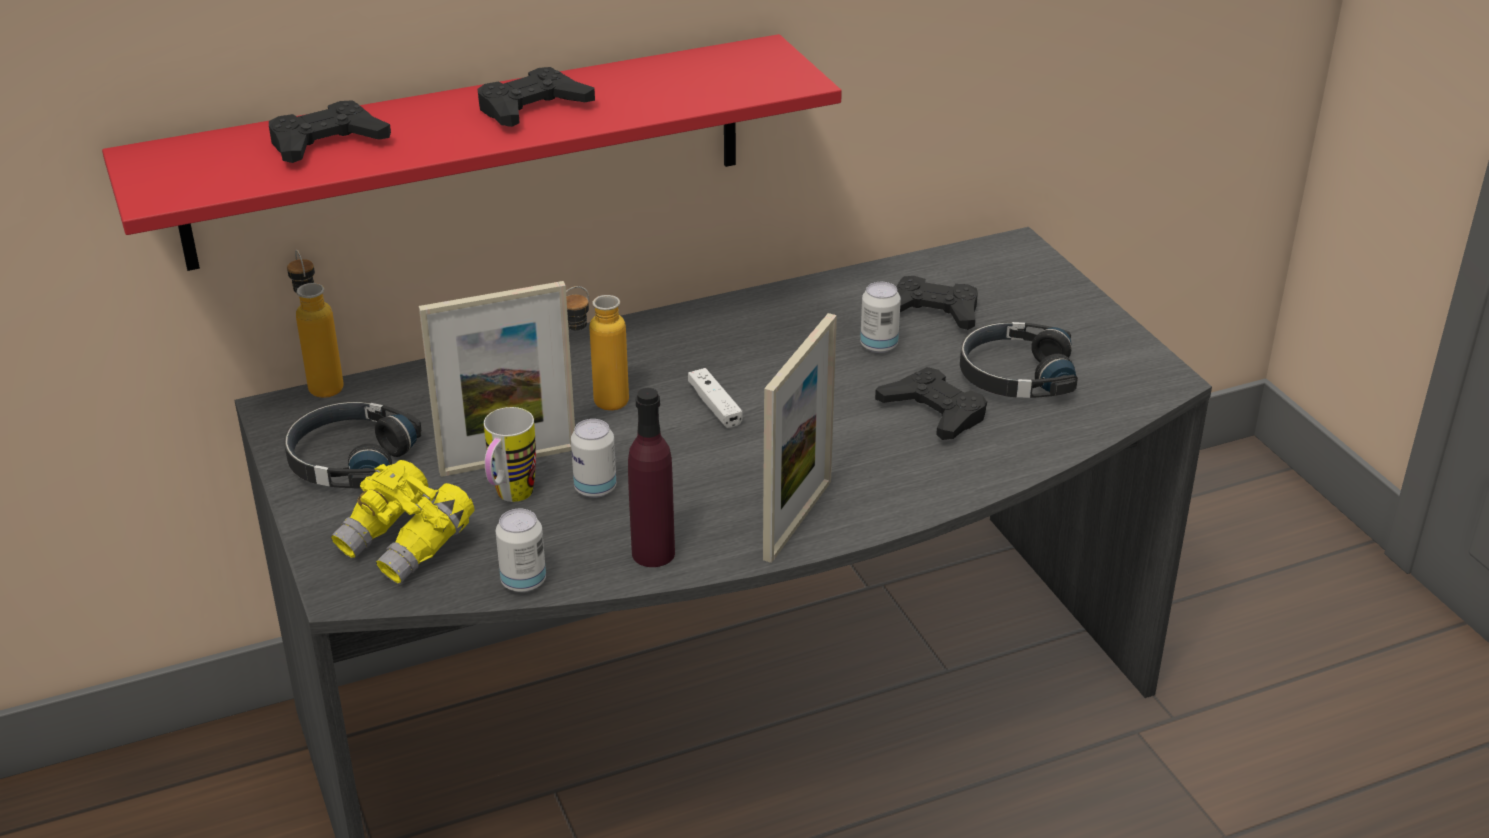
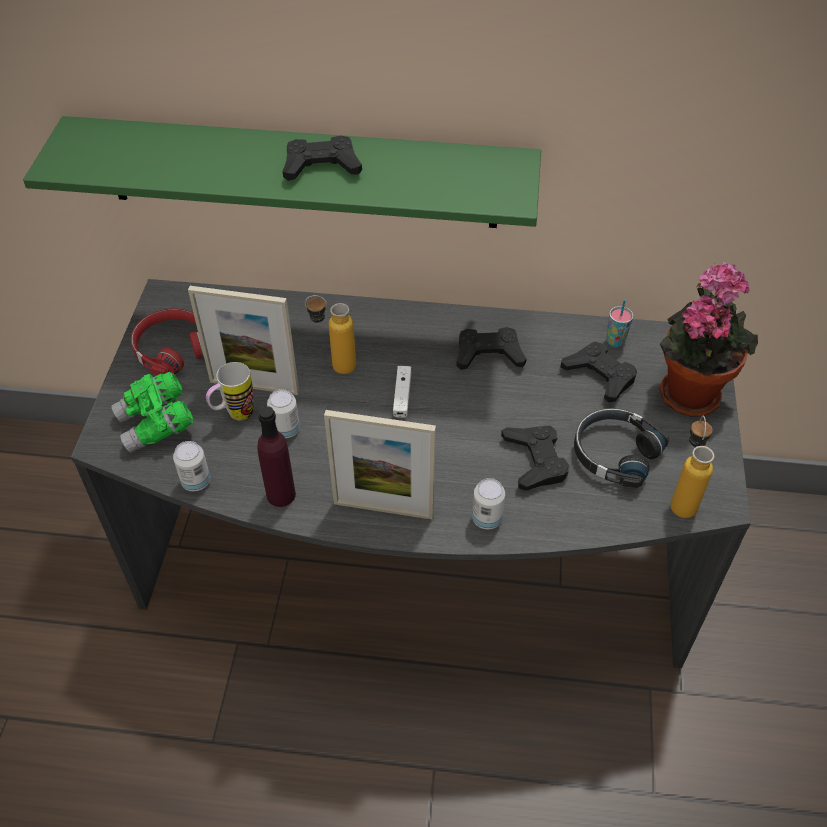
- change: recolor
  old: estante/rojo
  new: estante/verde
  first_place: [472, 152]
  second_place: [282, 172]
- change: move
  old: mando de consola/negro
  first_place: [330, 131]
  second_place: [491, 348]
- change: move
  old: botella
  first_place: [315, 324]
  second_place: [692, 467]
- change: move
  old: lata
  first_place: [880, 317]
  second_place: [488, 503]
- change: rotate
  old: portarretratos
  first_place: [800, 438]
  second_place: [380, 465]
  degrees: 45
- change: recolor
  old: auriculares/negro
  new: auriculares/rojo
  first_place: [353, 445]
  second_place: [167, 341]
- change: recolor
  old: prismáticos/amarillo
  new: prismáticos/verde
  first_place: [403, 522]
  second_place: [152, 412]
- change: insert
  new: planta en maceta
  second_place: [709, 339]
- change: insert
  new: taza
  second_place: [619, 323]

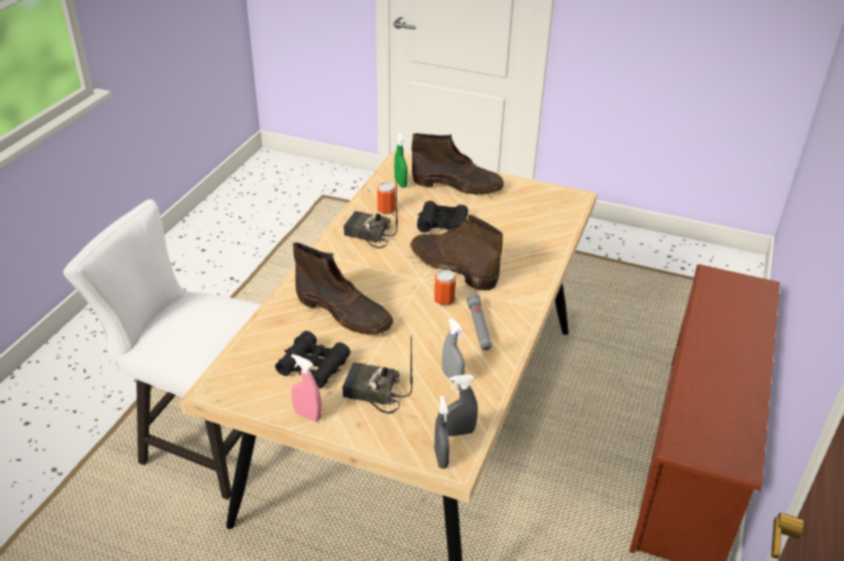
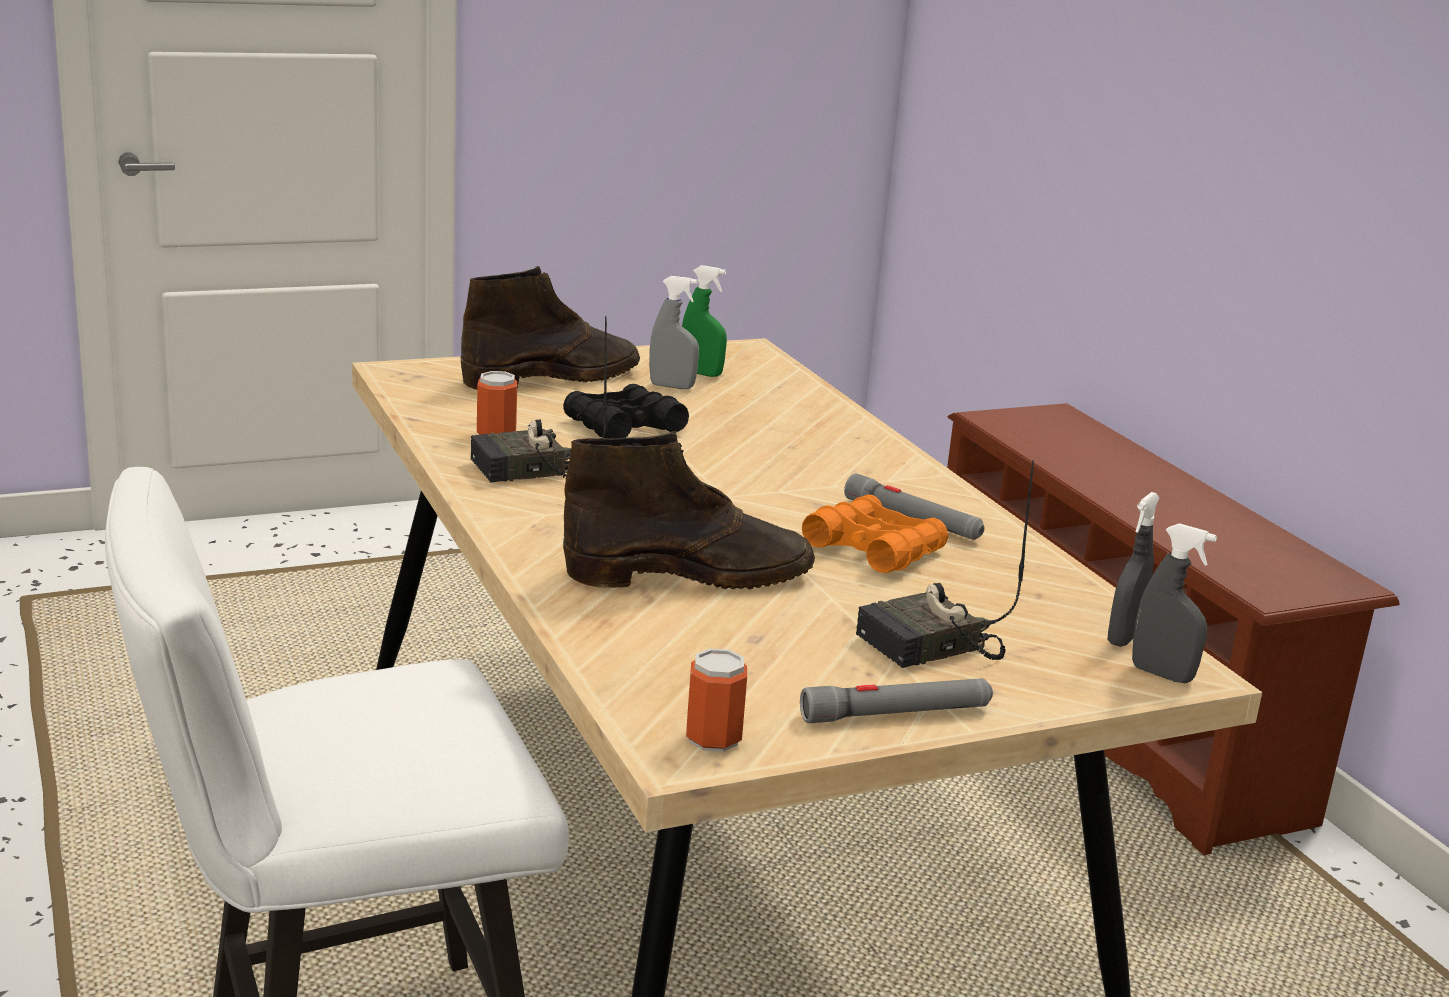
- change: move
  old: pulverizador/verde
  first_place: [401, 160]
  second_place: [704, 321]
- change: delete
  old: bota/marrón
  first_place: [456, 253]
- change: move
  old: lata
  first_place: [445, 288]
  second_place: [716, 700]
- change: move
  old: pulverizador/gris
  first_place: [453, 352]
  second_place: [674, 332]
- change: delete
  old: prismáticos/negro
  first_place: [312, 360]
- change: replace
  old: pulverizador/rosa
  new: linterna/gris
  first_place: [306, 388]
  second_place: [896, 700]
- change: insert
  new: prismáticos/naranja
  second_place: [875, 534]

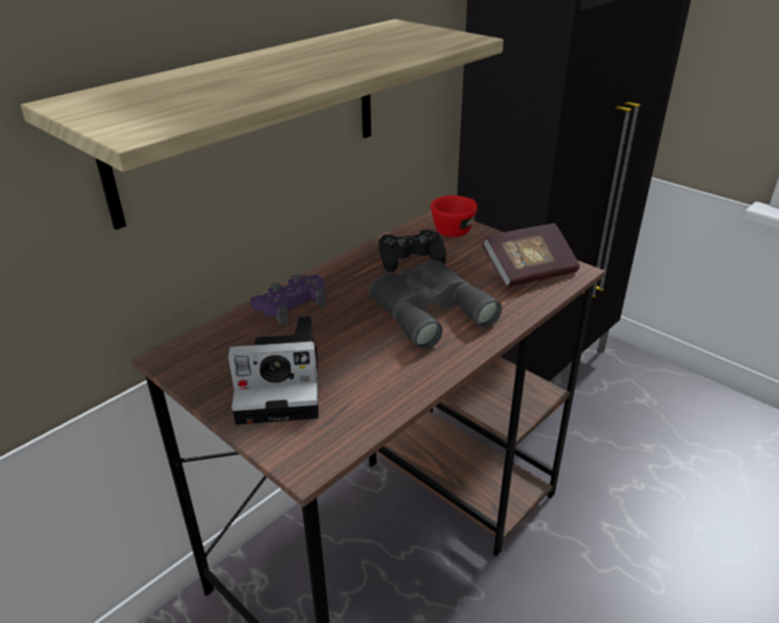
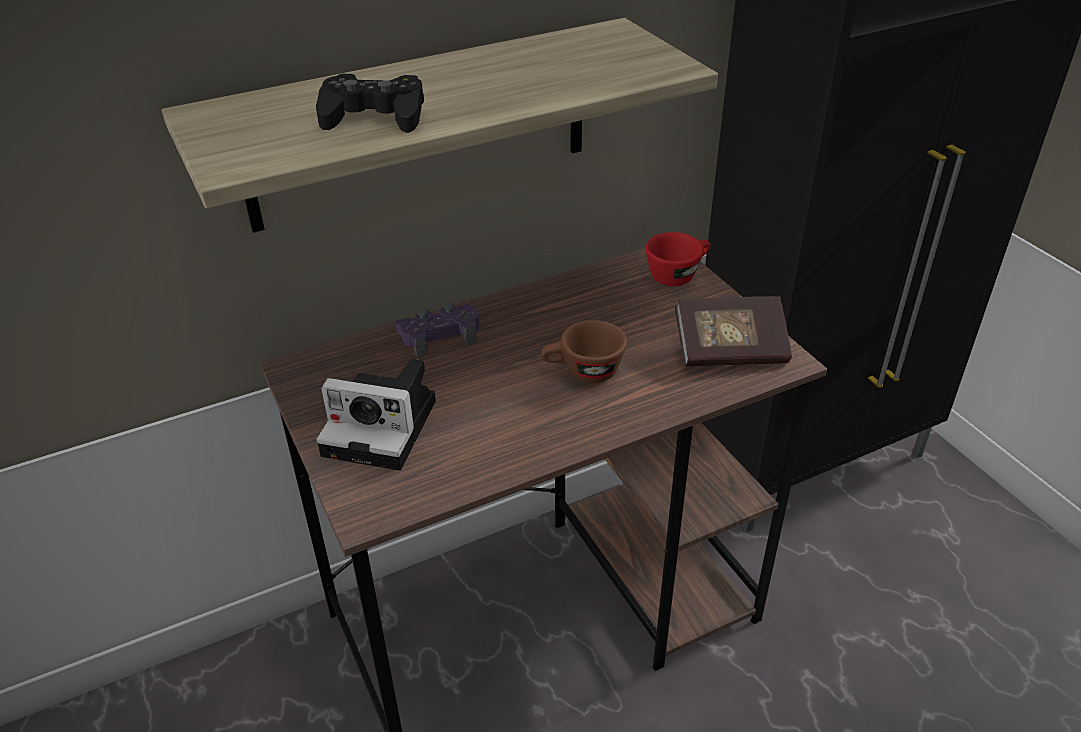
- change: move
  old: mando de consola/negro
  first_place: [412, 250]
  second_place: [370, 103]
- change: replace
  old: prismáticos/gris
  new: taza/marrón
  first_place: [435, 304]
  second_place: [584, 351]

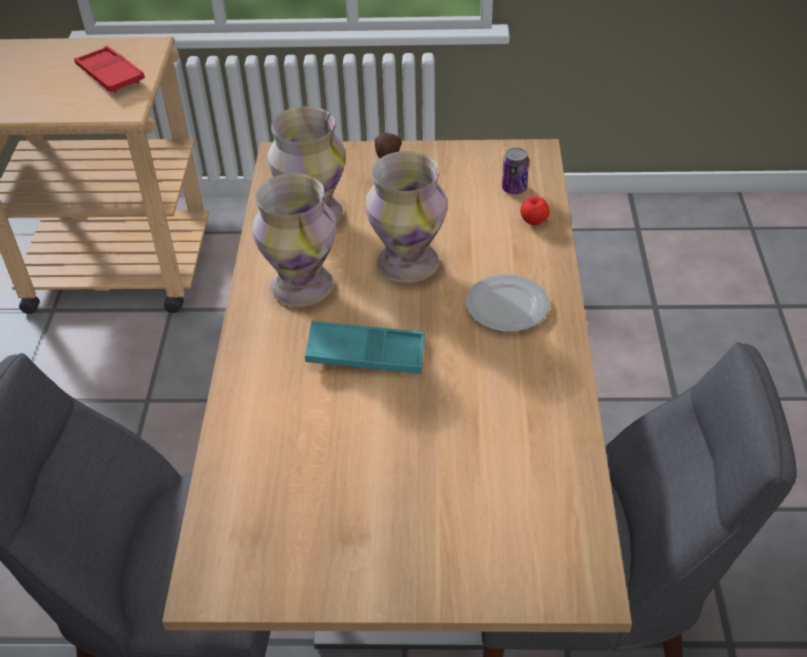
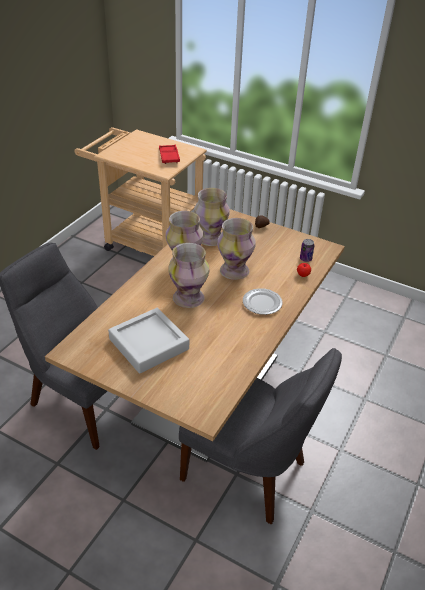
- change: replace
  old: bandeja/turquesa
  new: florero
  first_place: [365, 347]
  second_place: [188, 275]
- change: insert
  new: bandeja/gris
  second_place: [148, 341]

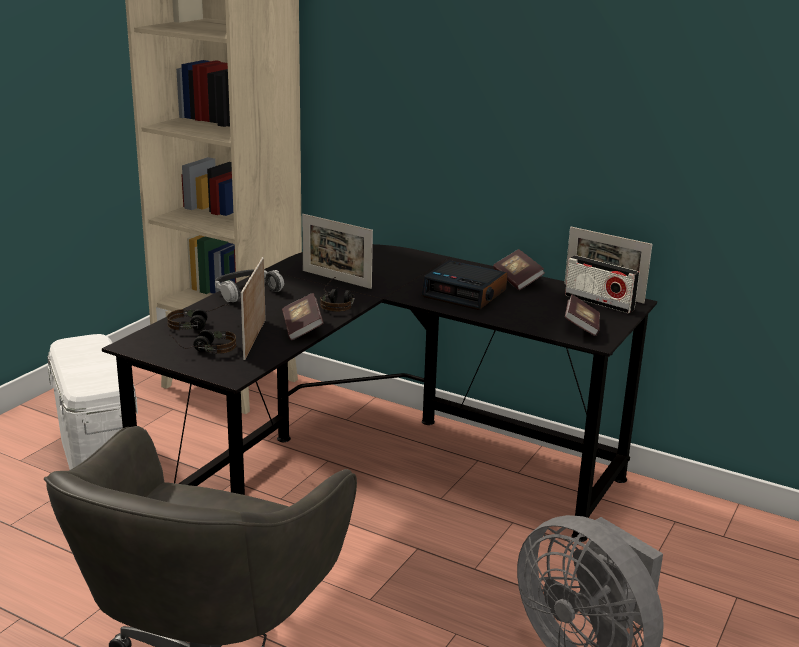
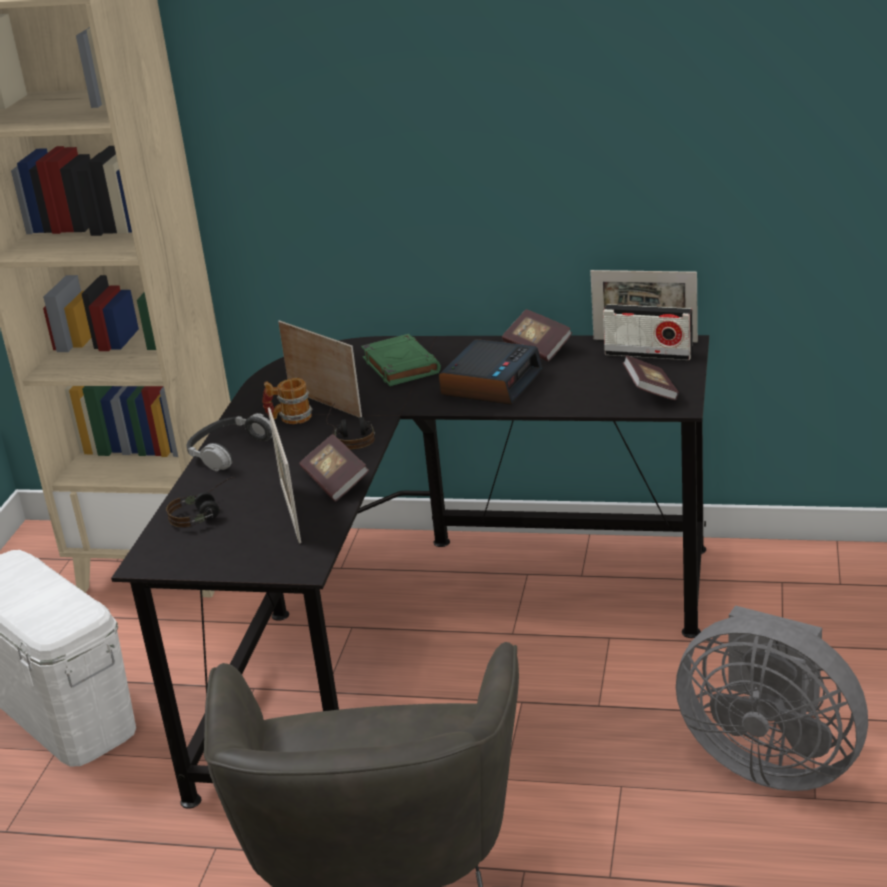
- change: rotate
  old: portarretratos
  first_place: [337, 251]
  second_place: [320, 368]
  degrees: -150
- change: rotate
  old: despertador
  first_place: [465, 285]
  second_place: [491, 372]
  degrees: -75
- change: delete
  old: auriculares
  first_place: [203, 342]
- change: insert
  new: libro/verde
  second_place: [401, 360]
- change: insert
  new: taza grande
  second_place: [287, 401]

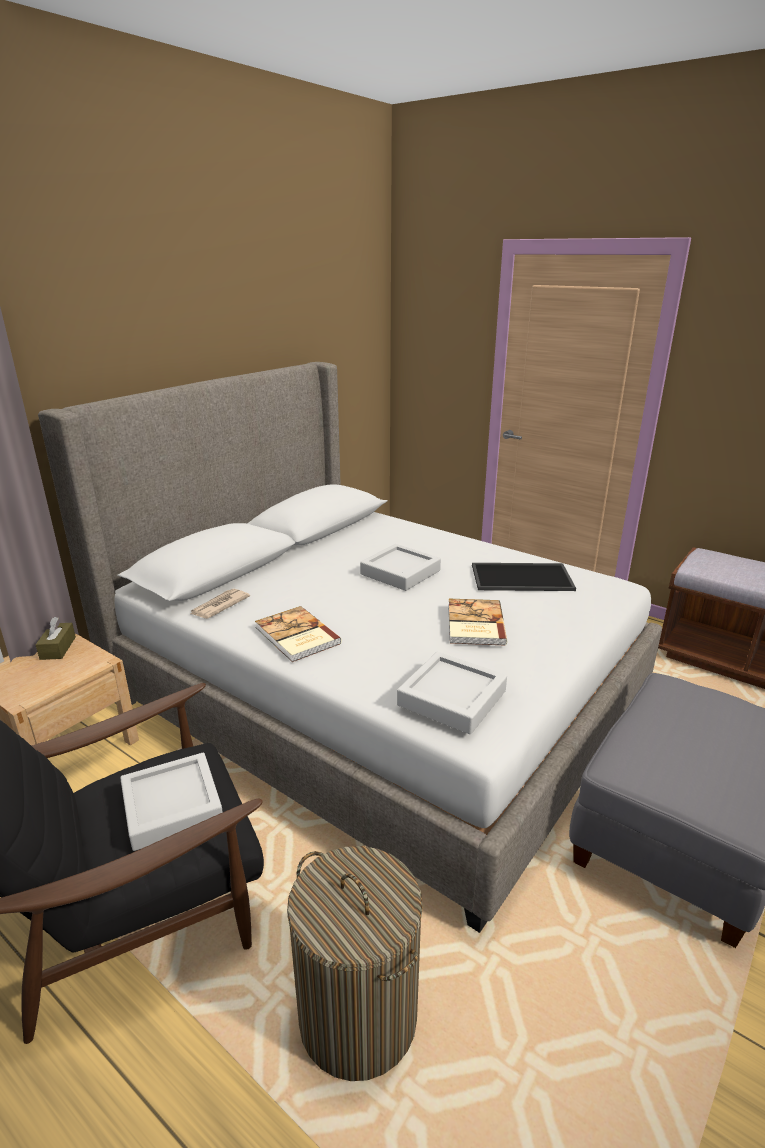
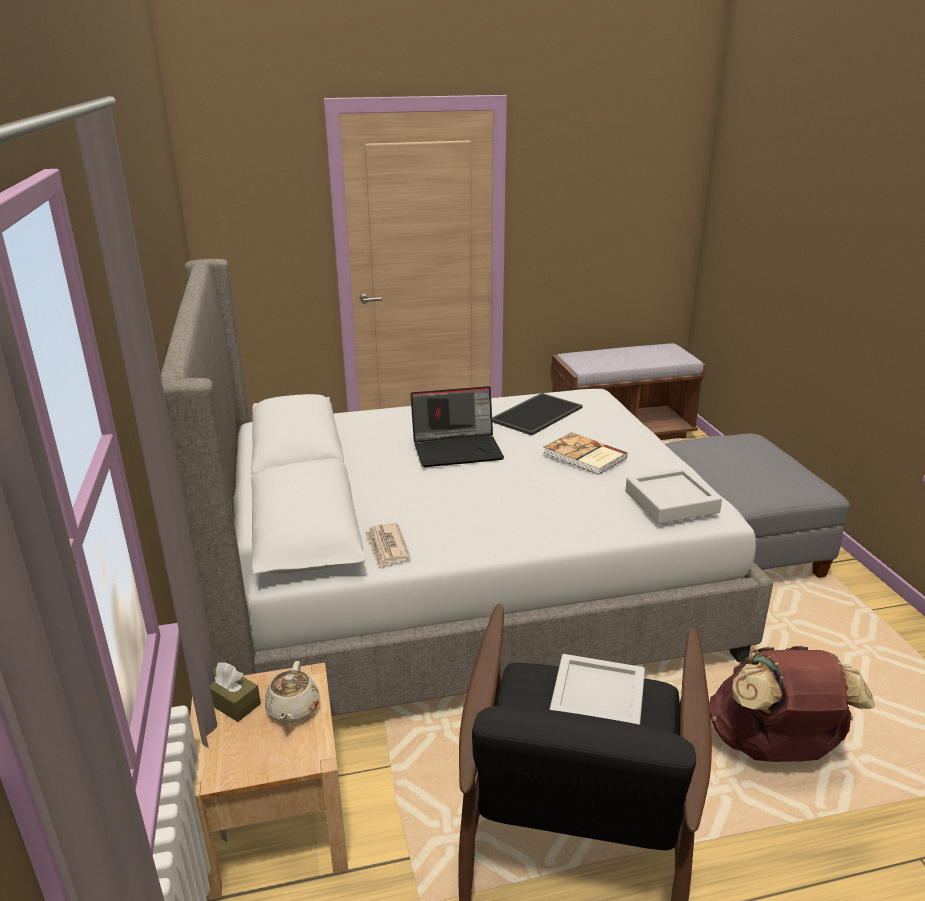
- change: replace
  old: bandeja/gris
  new: portátil
  first_place: [400, 567]
  second_place: [457, 426]
- change: delete
  old: libro
  first_place: [298, 634]
- change: replace
  old: cesto de la ropa
  new: mochila/marrón
  first_place: [355, 963]
  second_place: [792, 704]
- change: insert
  new: tetera/beis
  second_place: [292, 692]

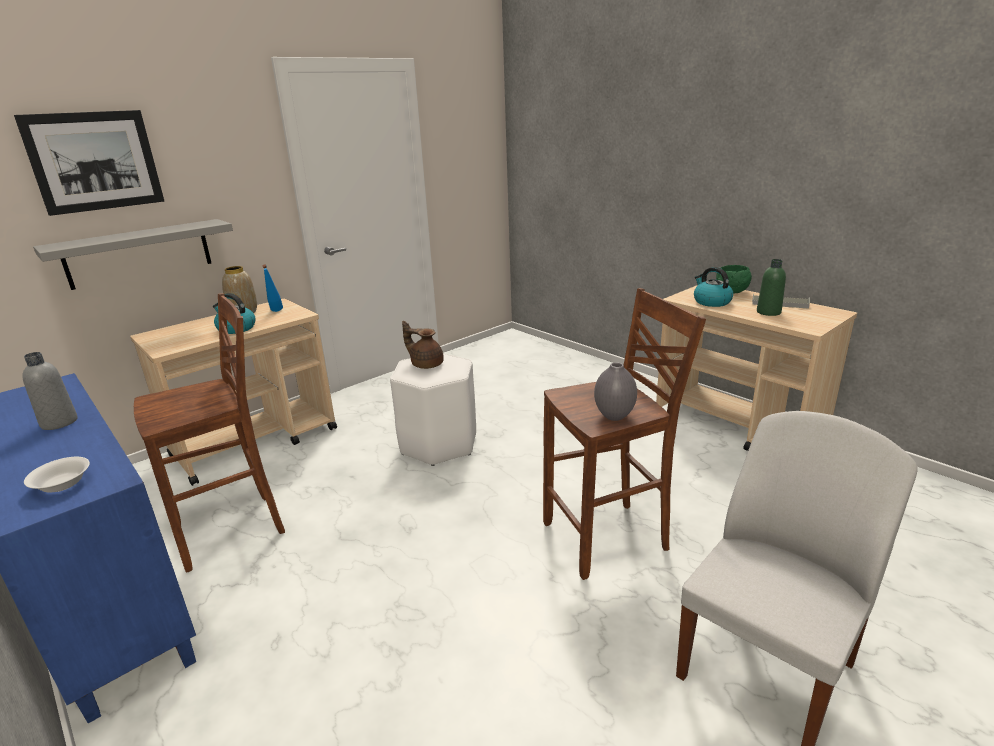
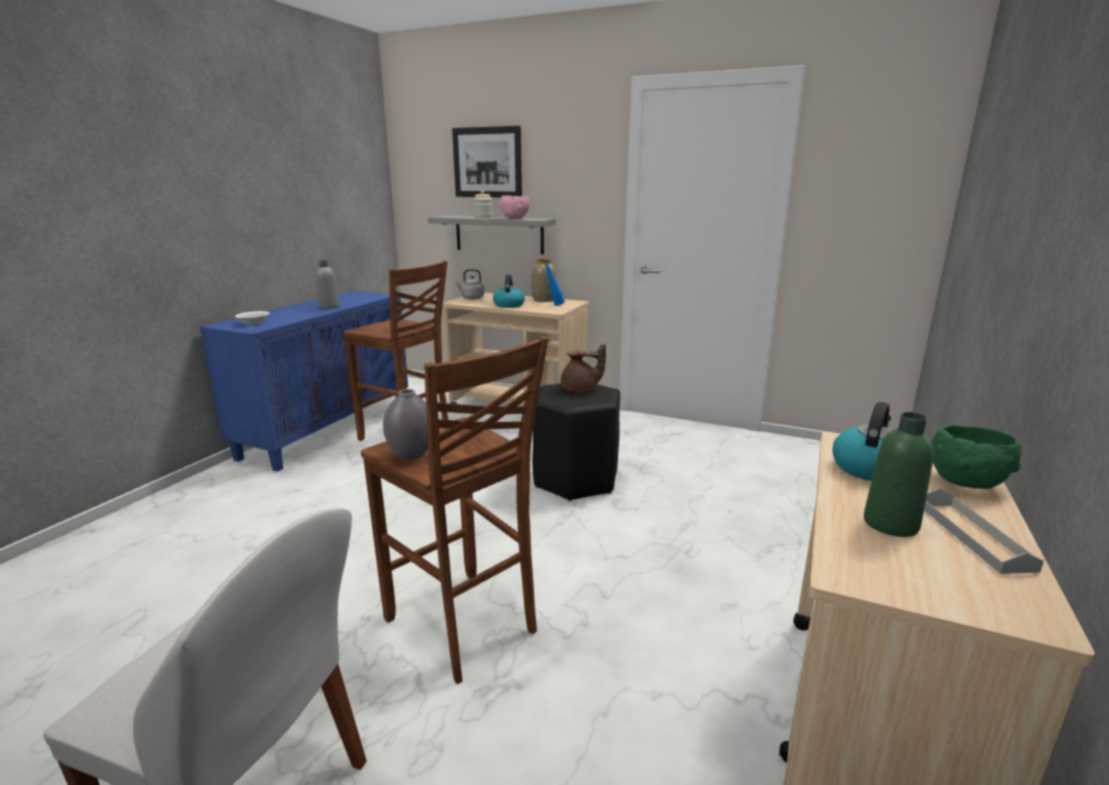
- change: rotate
  old: tetera/marrón
  first_place: [423, 345]
  second_place: [583, 368]
  degrees: 90
- change: recolor
  old: taburete/blanco
  new: taburete/negro
  first_place: [433, 409]
  second_place: [576, 442]
- change: insert
  new: tarro
  second_place: [483, 204]
- change: insert
  new: cuenco/rosa
  second_place: [514, 207]
- change: insert
  new: hervidor/gris
  second_place: [469, 284]

